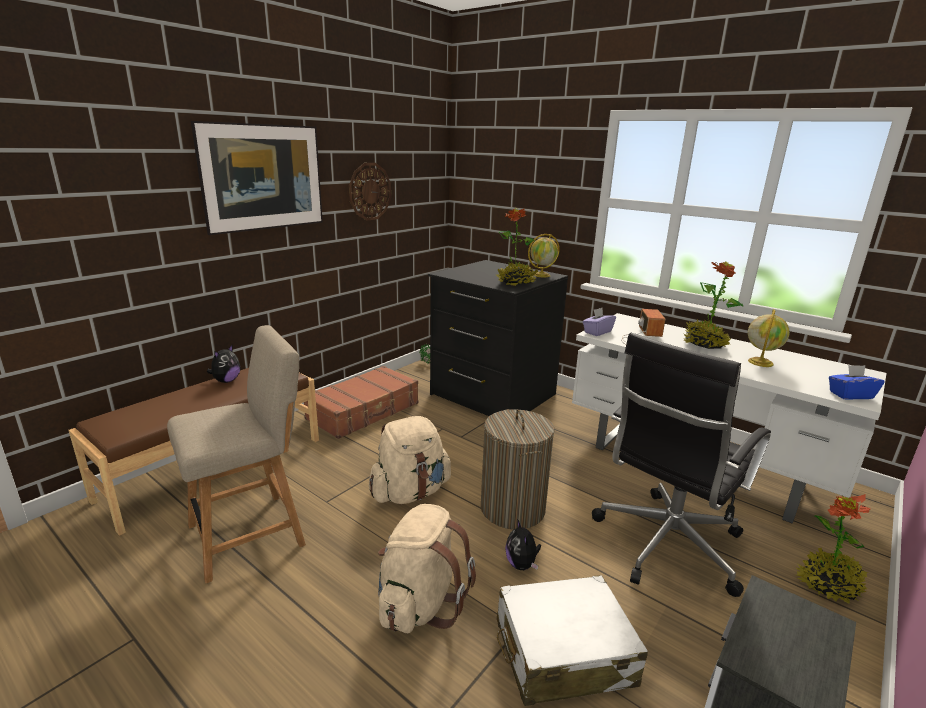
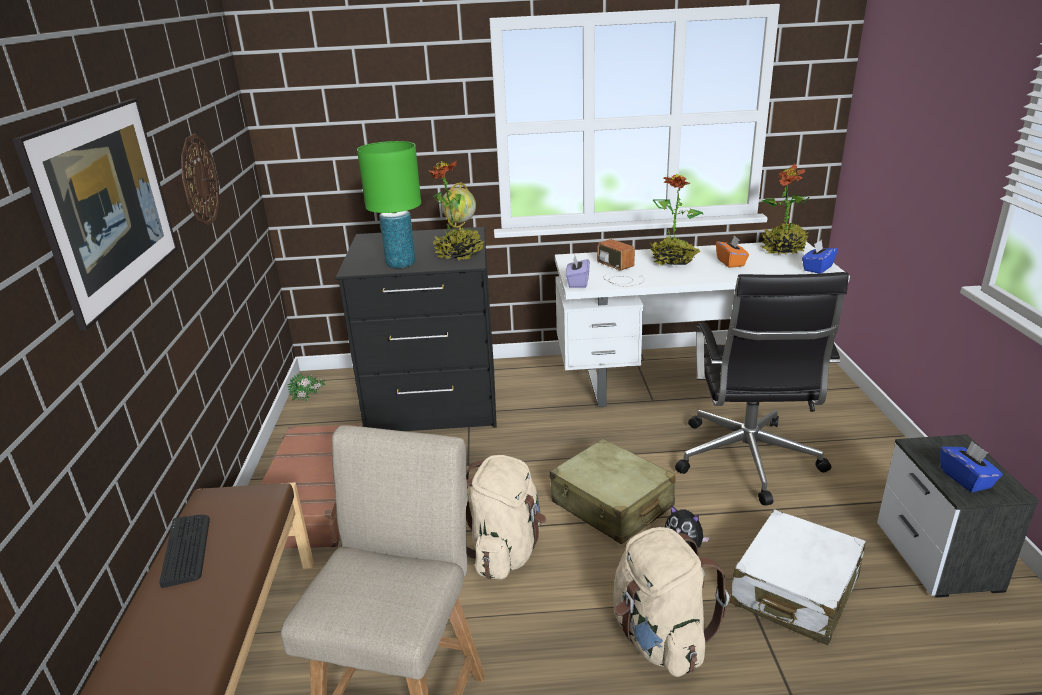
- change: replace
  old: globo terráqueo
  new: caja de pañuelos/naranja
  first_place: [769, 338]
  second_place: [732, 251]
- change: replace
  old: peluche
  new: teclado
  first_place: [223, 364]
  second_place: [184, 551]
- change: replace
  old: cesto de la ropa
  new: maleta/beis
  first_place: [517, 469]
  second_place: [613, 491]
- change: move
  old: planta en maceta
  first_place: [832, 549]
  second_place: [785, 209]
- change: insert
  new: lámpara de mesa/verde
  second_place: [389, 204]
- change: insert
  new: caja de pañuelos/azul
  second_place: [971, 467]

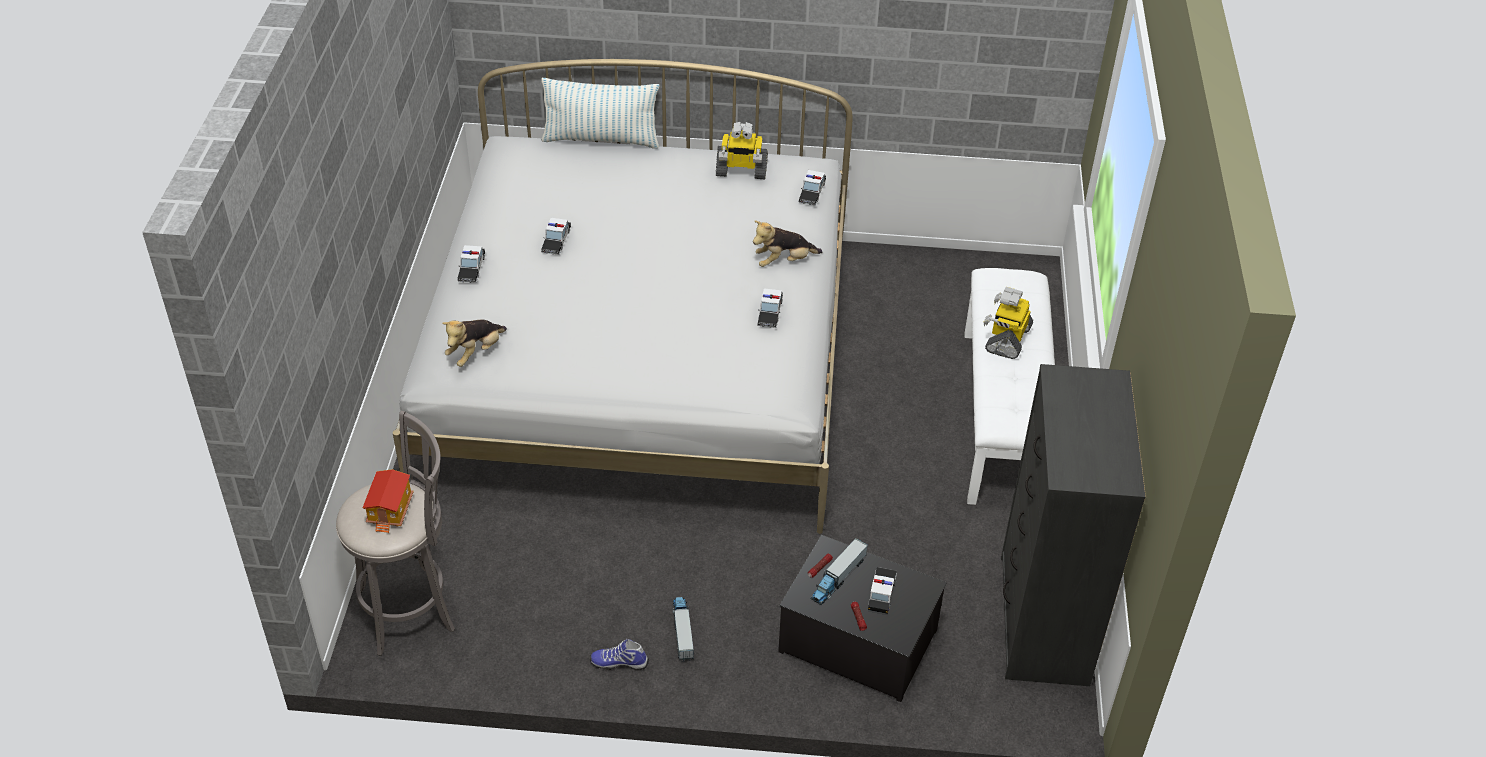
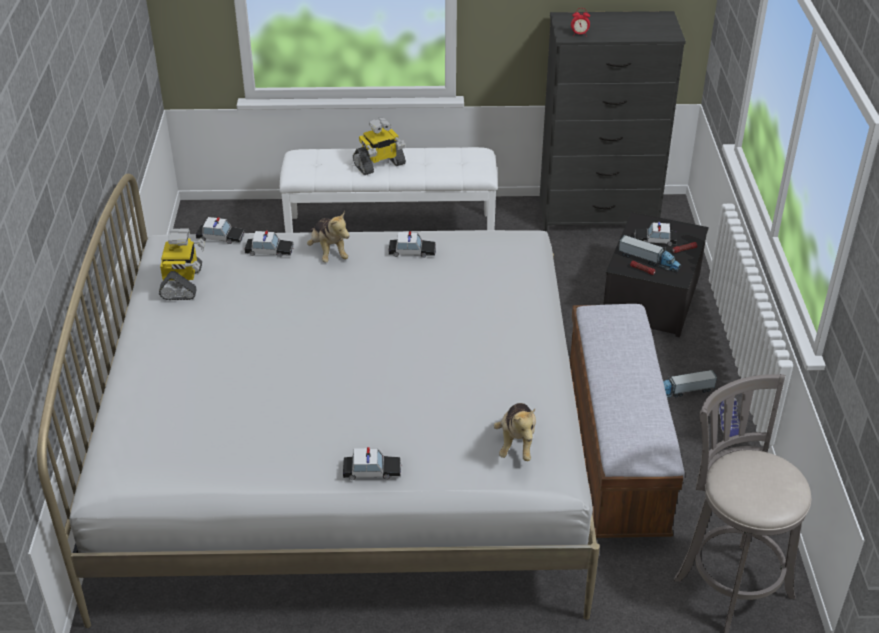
- change: delete
  old: cojín
  first_place: [600, 113]
- change: move
  old: coche de juguete
  first_place: [556, 236]
  second_place: [269, 243]
- change: rotate
  old: robot de juguete
  first_place: [1008, 323]
  second_place: [379, 146]
  degrees: -45
- change: rotate
  old: peluche
  first_place: [474, 343]
  second_place: [515, 432]
  degrees: 60
- change: delete
  old: casita
  first_place: [388, 501]
- change: insert
  new: despertador
  second_place: [580, 22]
- change: insert
  new: banco
  second_place: [627, 421]

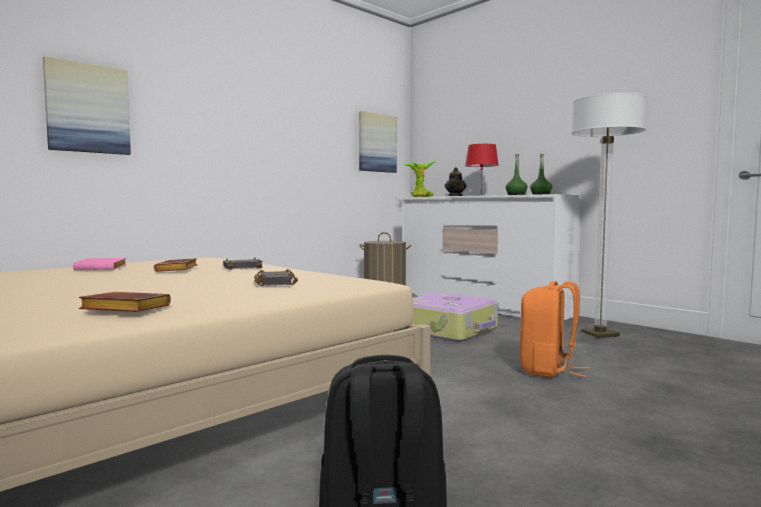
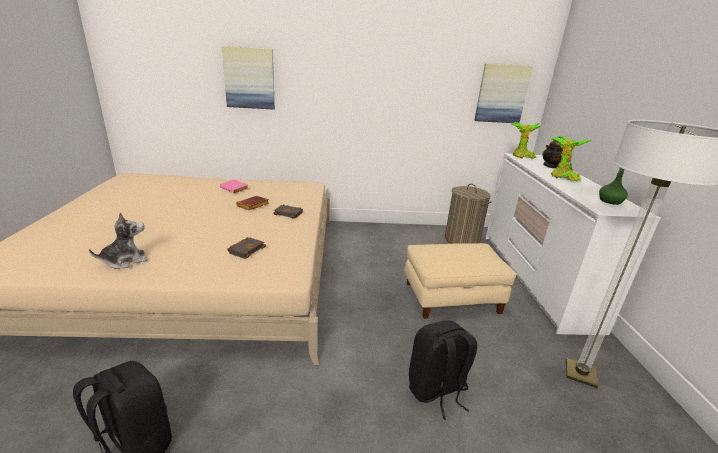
- change: replace
  old: lámpara de mesa/rojo
  new: planta en maceta
  first_place: [482, 169]
  second_place: [571, 158]
- change: delete
  old: botella/verde
  first_place: [516, 174]
- change: recolor
  old: mochila/naranja
  new: mochila/negro
  first_place: [554, 329]
  second_place: [443, 370]
- change: replace
  old: libro/marrón
  new: peluche
  first_place: [125, 302]
  second_place: [118, 240]
- change: replace
  old: maleta
  new: puf/beis
  first_place: [455, 317]
  second_place: [460, 281]

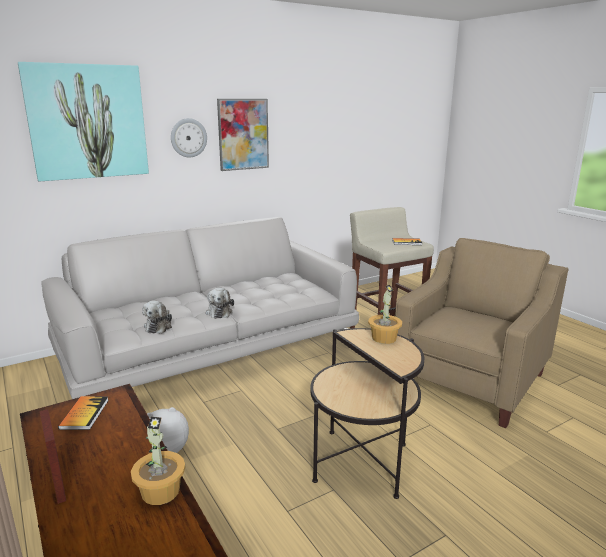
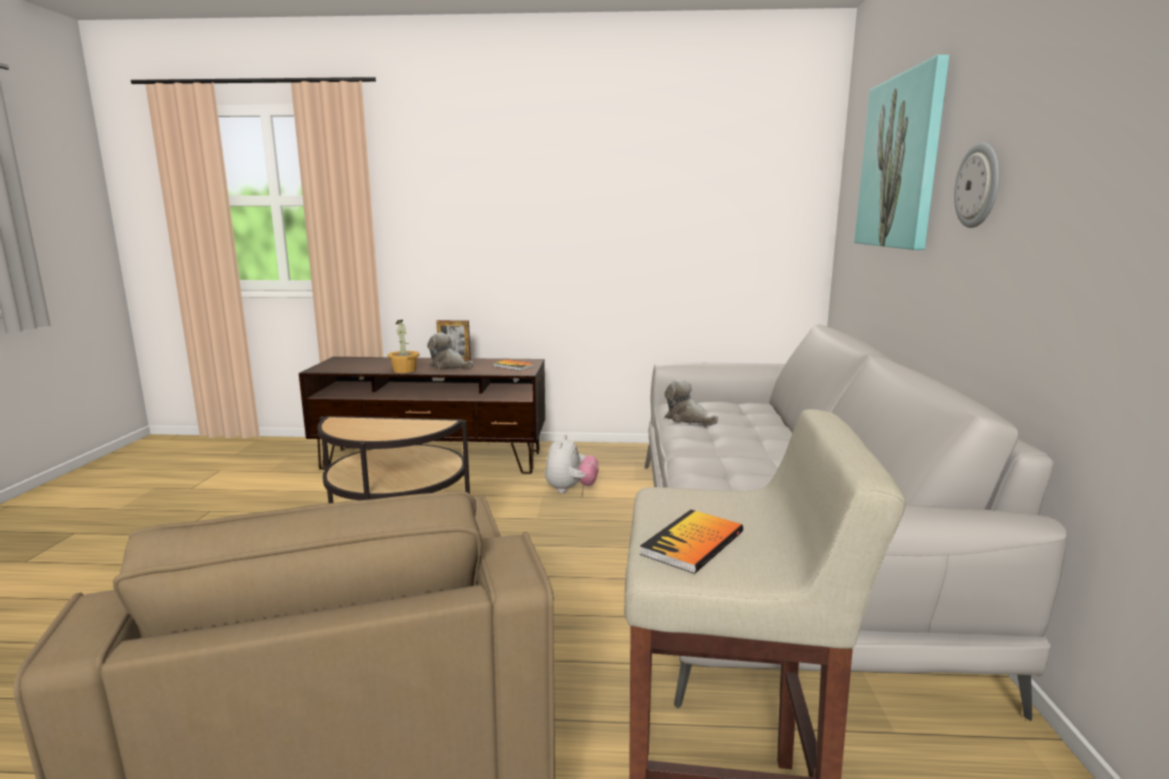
- change: delete
  old: cuadro
  first_place: [243, 135]
- change: delete
  old: planta en maceta
  first_place: [385, 314]
- change: move
  old: peluche
  first_place: [219, 303]
  second_place: [450, 350]

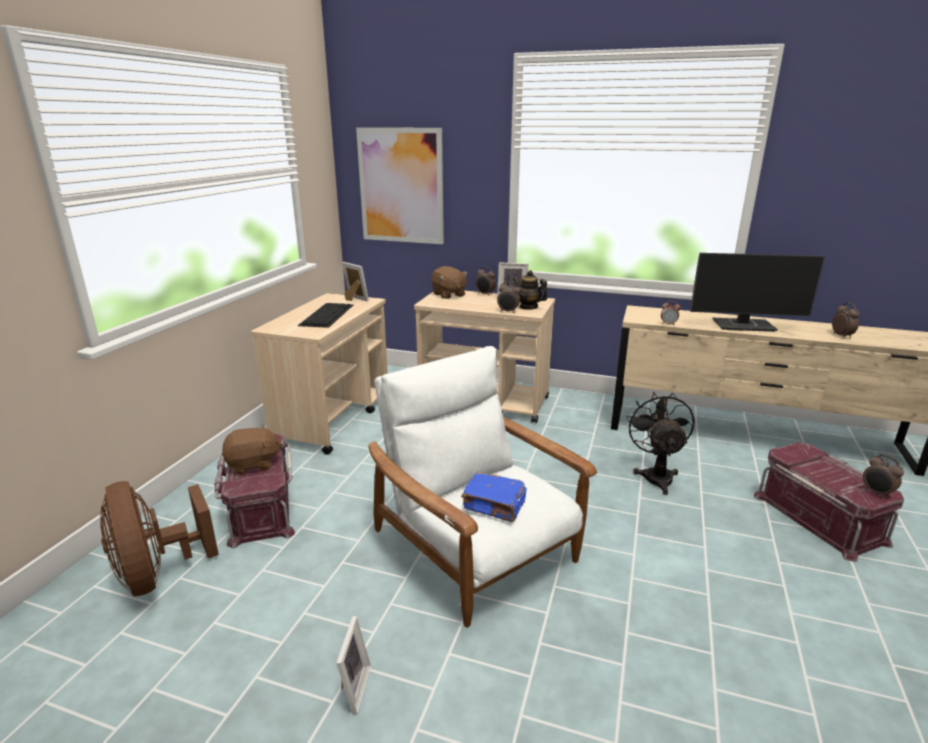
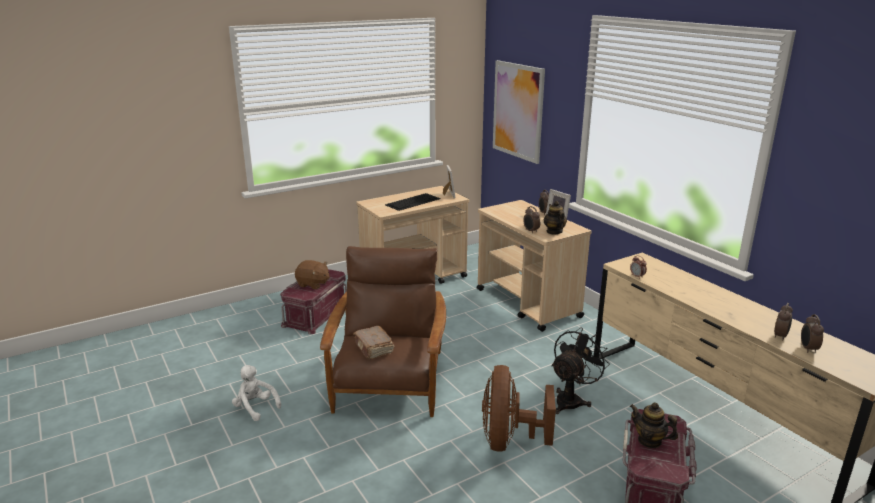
- change: delete
  old: monitor
  first_place: [757, 292]
- change: delete
  old: peluche/marrón
  first_place: [449, 282]
- change: recolor
  old: sillón/blanco
  new: sillón/marrón
  first_place: [482, 487]
  second_place: [383, 331]
- change: move
  old: despertador
  first_place: [883, 476]
  second_place: [812, 333]
- change: recolor
  old: libro/azul
  new: libro/marrón
  first_place: [494, 497]
  second_place: [373, 343]
- change: move
  old: ventilador/marrón
  first_place: [159, 539]
  second_place: [519, 408]
- change: replace
  old: portarretratos
  new: peluche/blanco
  first_place: [353, 665]
  second_place: [256, 393]
- change: insert
  new: tetera
  second_place: [654, 425]

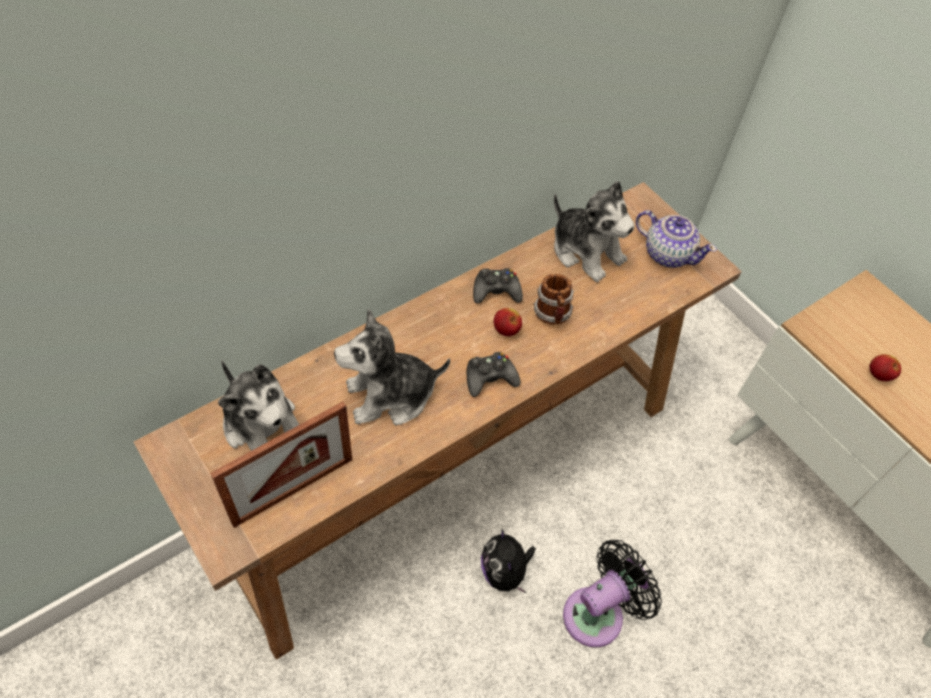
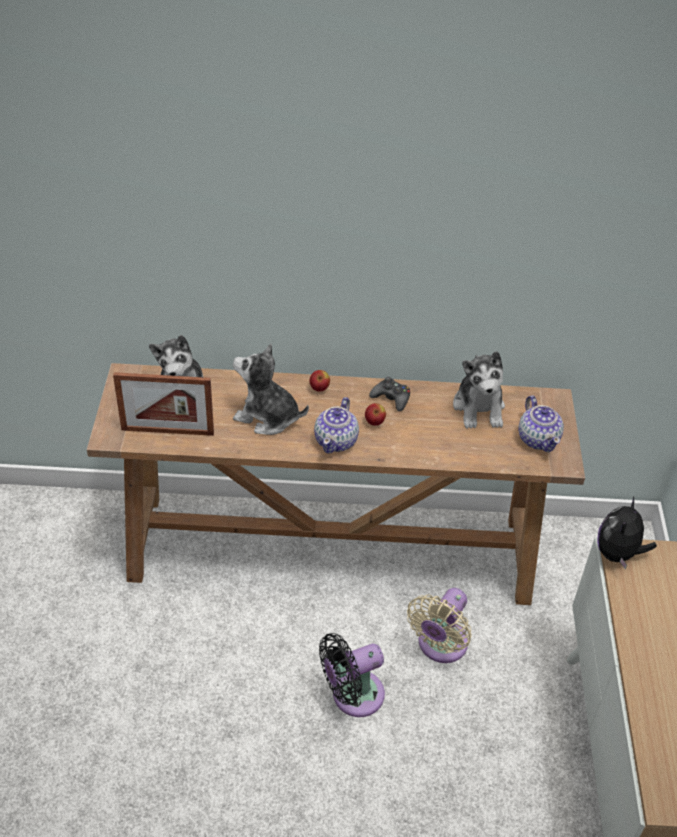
- change: delete
  old: taza grande
  first_place: [554, 299]
- change: replace
  old: mando de consola/negro
  new: tetera
  first_place: [493, 374]
  second_place: [336, 425]
- change: move
  old: manzana
  first_place: [885, 367]
  second_place: [319, 381]
- change: move
  old: peluche
  first_place: [508, 560]
  second_place: [627, 533]
- change: rotate
  old: ventilador/negro
  first_place: [612, 594]
  second_place: [352, 675]
  degrees: 150
- change: insert
  new: ventilador/beis
  second_place: [439, 625]

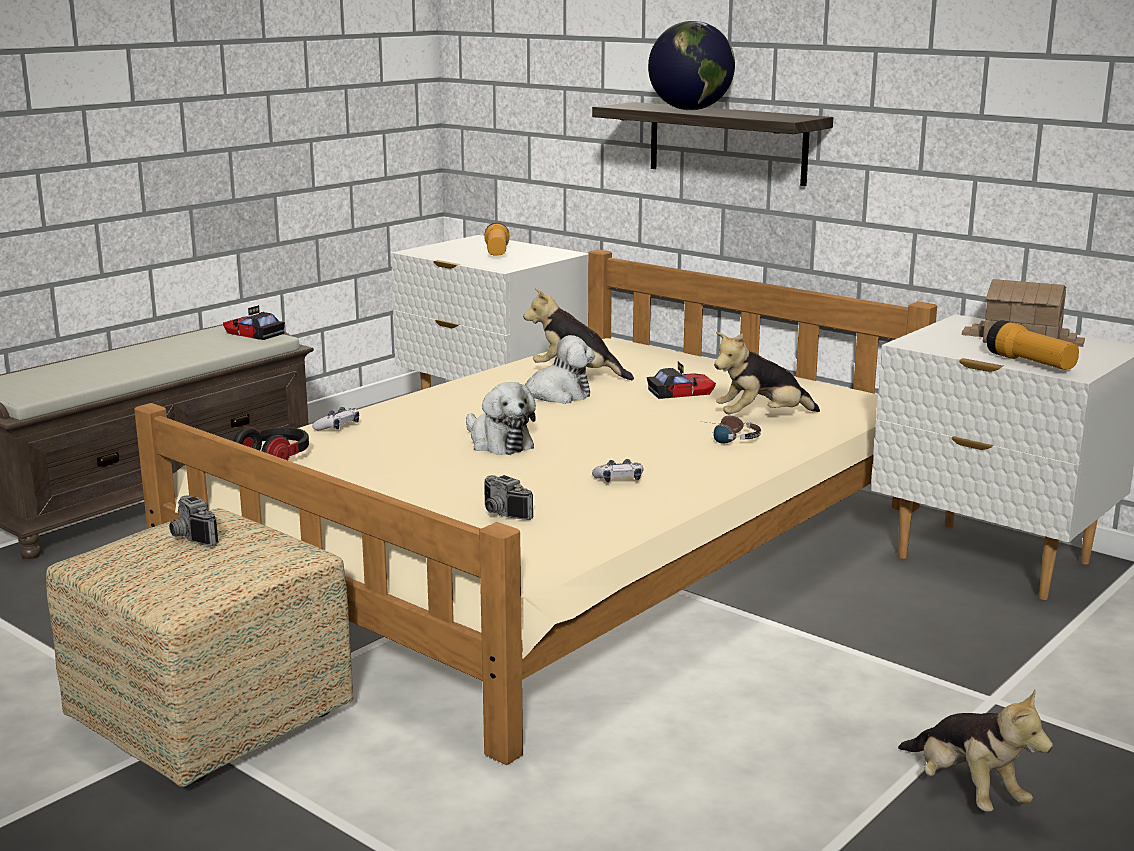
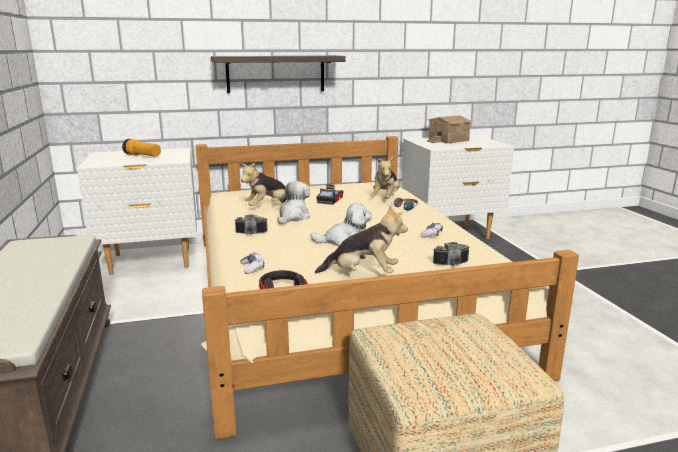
- change: delete
  old: globo terráqueo
  first_place: [691, 65]
- change: delete
  old: coche de juguete
  first_place: [254, 322]
- change: delete
  old: linterna
  first_place: [1033, 345]
- change: move
  old: cámara
  first_place: [194, 521]
  second_place: [251, 224]
- change: move
  old: peluche
  first_place: [975, 751]
  second_place: [361, 239]

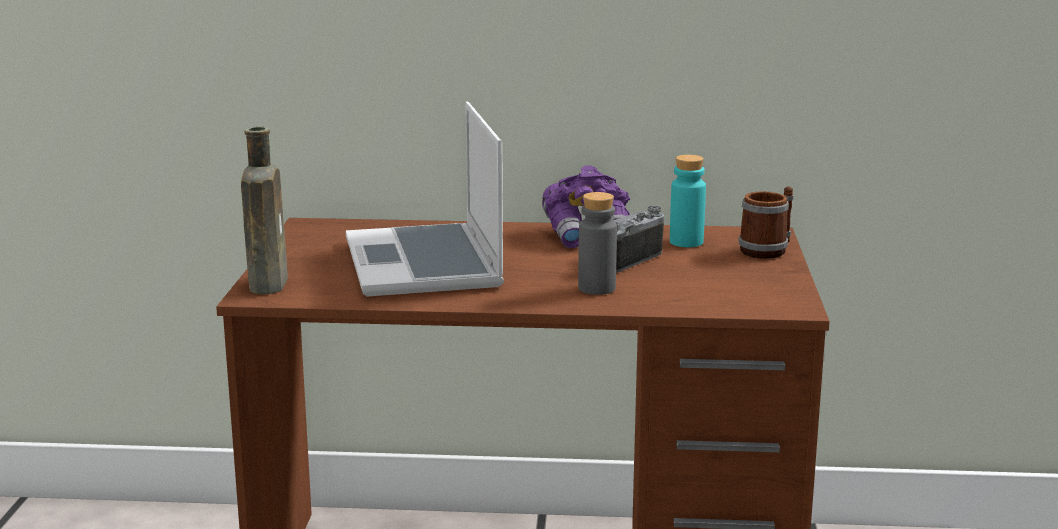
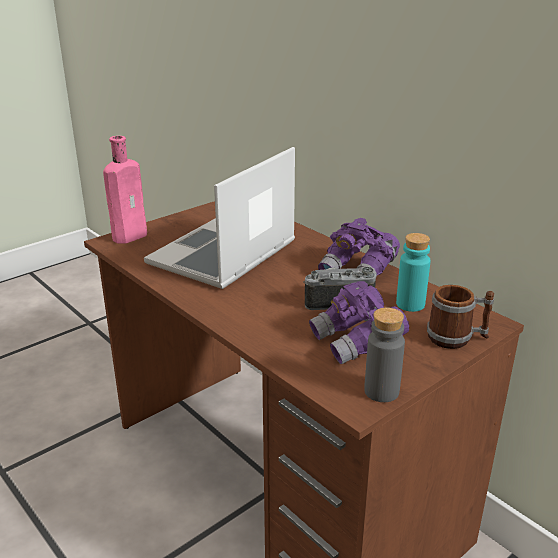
- change: recolor
  old: botella/marrón
  new: botella/rosa
  first_place: [264, 210]
  second_place: [125, 190]
- change: move
  old: botella/gris
  first_place: [597, 243]
  second_place: [384, 355]
- change: insert
  new: prismáticos/morado
  second_place: [359, 323]

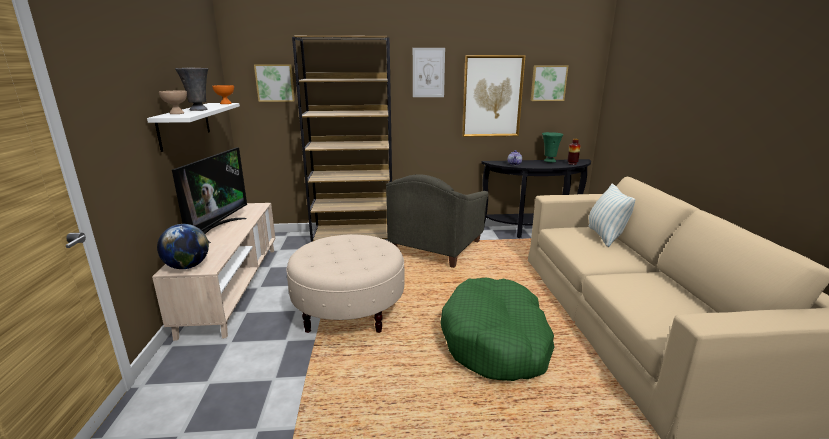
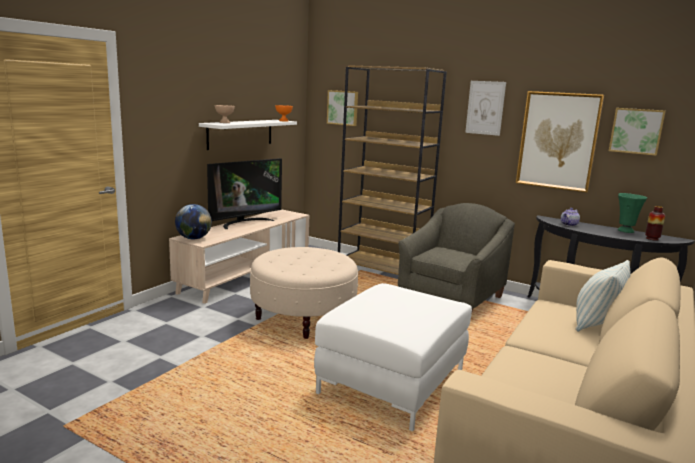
- change: delete
  old: florero/gris
  first_place: [191, 89]
- change: rotate
  old: sillón/gris
  first_place: [437, 221]
  second_place: [456, 259]
  degrees: 150
- change: replace
  old: cama para perro/verde
  new: puf/blanco
  first_place: [497, 329]
  second_place: [393, 357]

